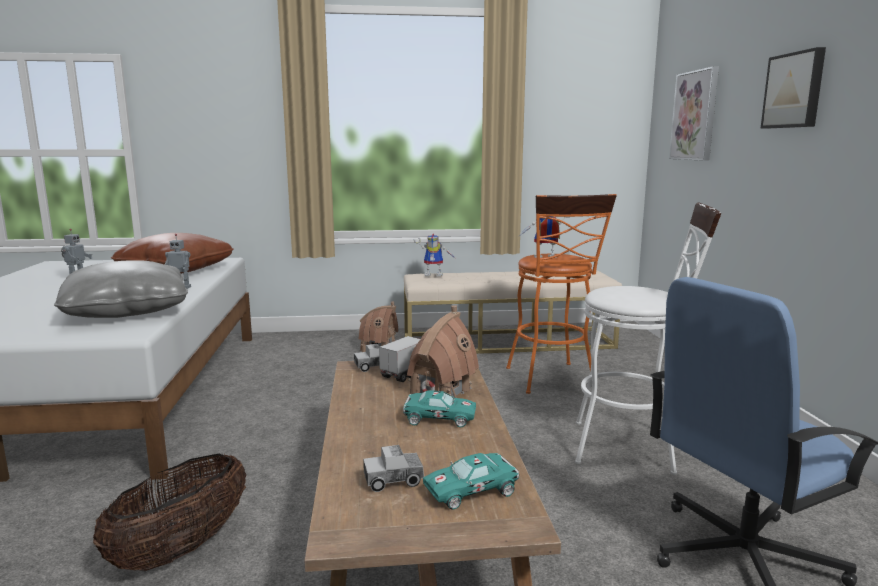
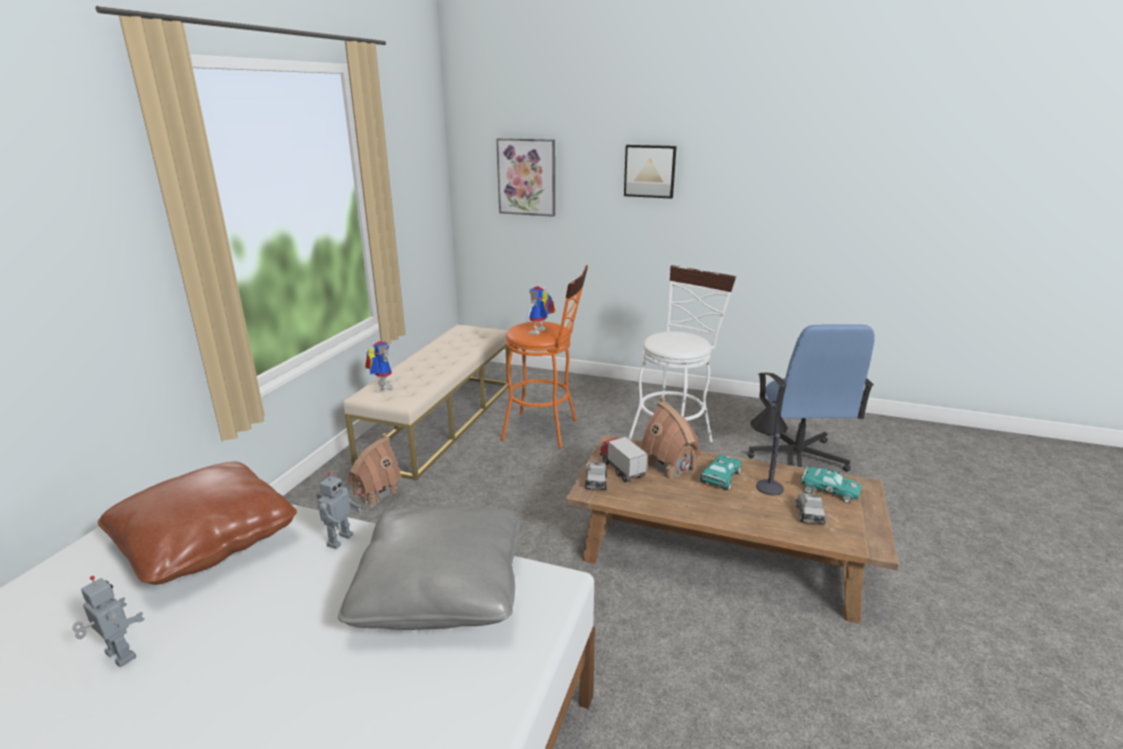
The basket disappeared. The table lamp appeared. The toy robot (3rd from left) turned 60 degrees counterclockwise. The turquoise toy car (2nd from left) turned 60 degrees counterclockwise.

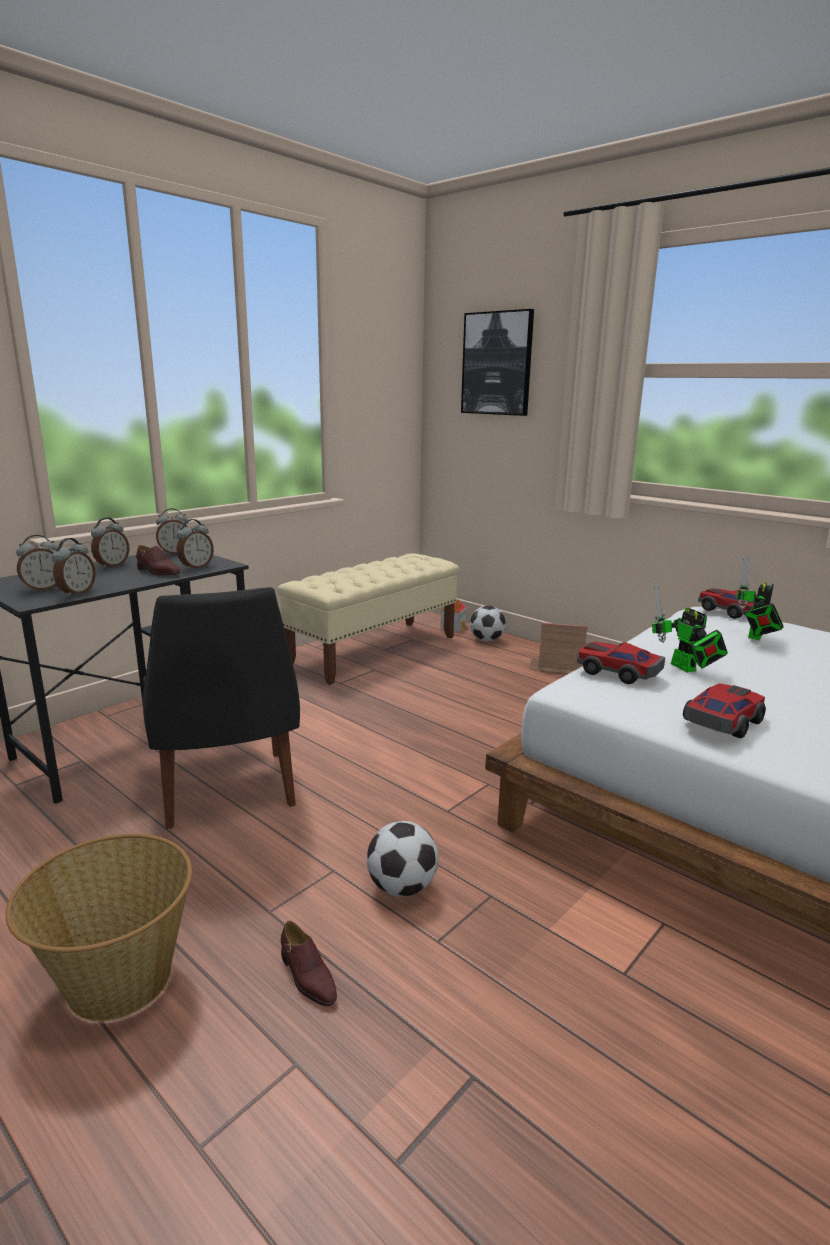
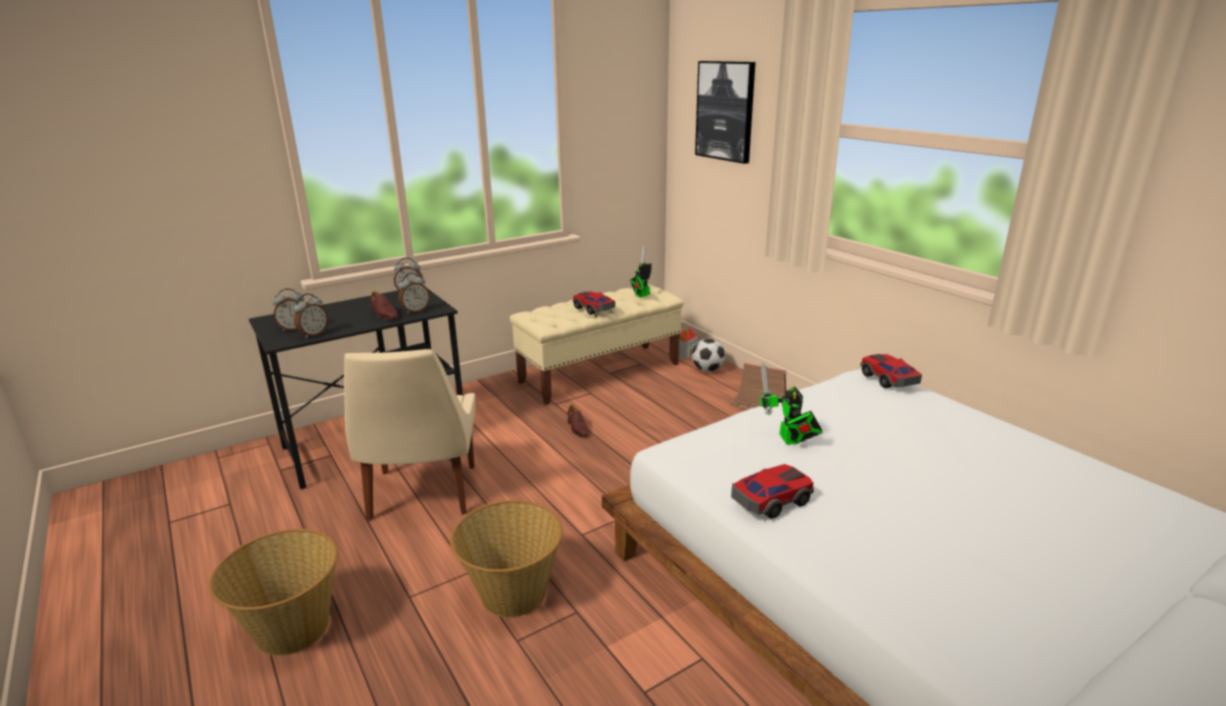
The alarm clock (3rd from left) disappeared. The brown shoe (2nd from left) moved. The toy car (1st from left) moved. The toy robot (2nd from left in the first image) moved. The football (1st from left) was replaced by the basket (2nd from left). The black chair became the beige chair.

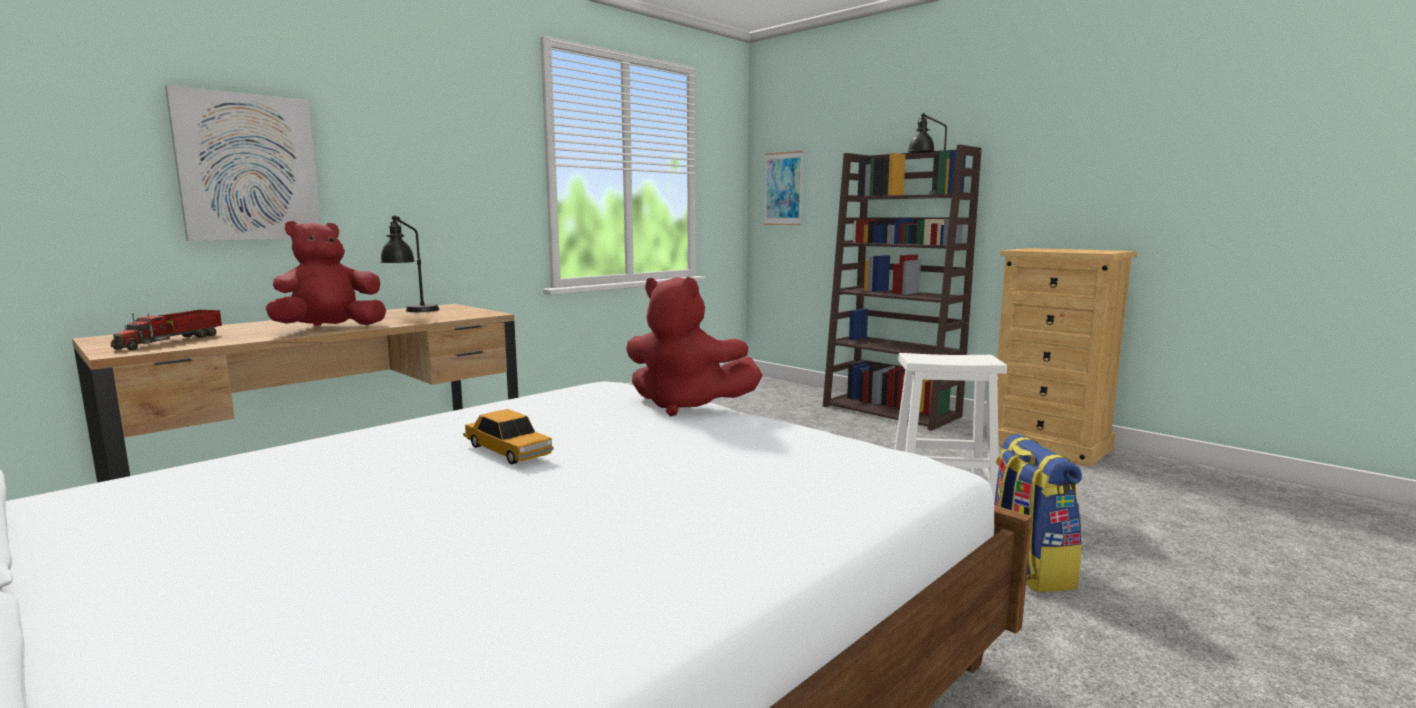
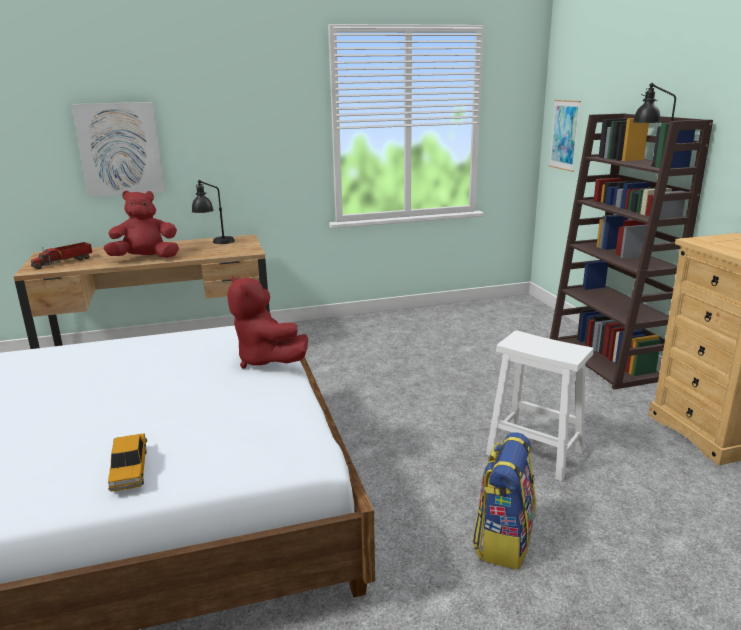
The toy car moved.

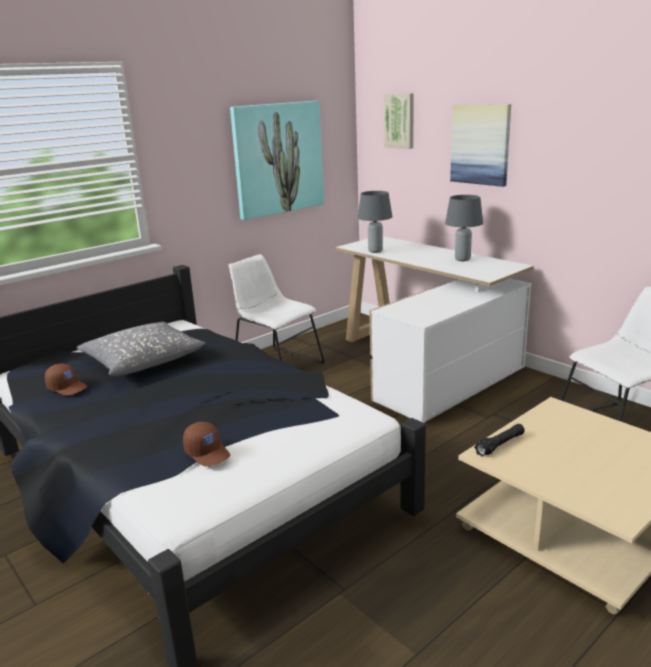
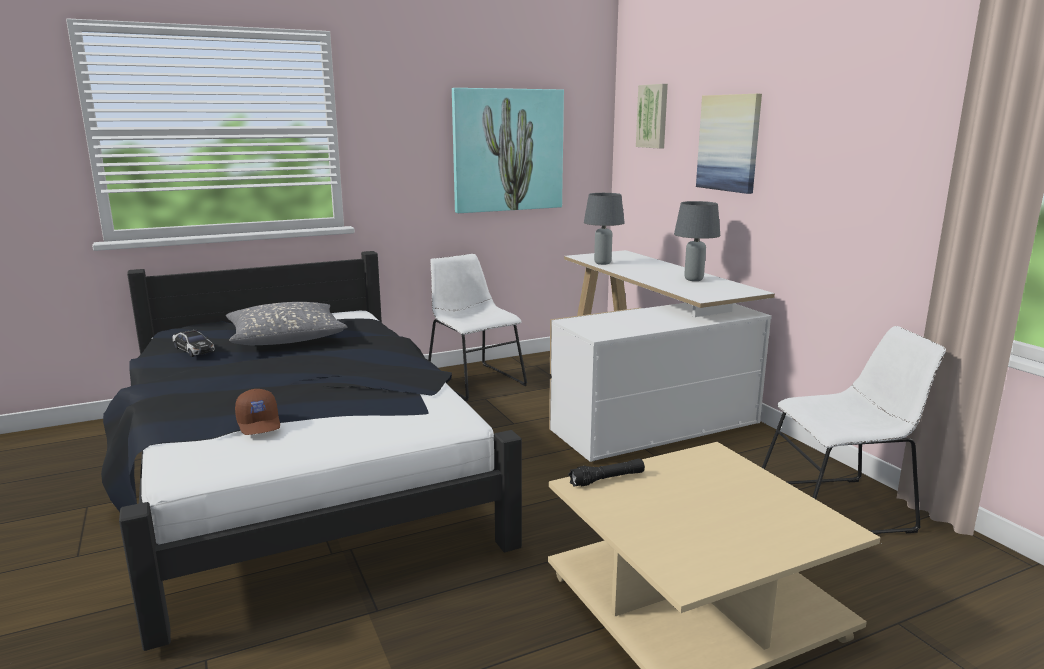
The brown cap (1st from left) was replaced by the toy car.

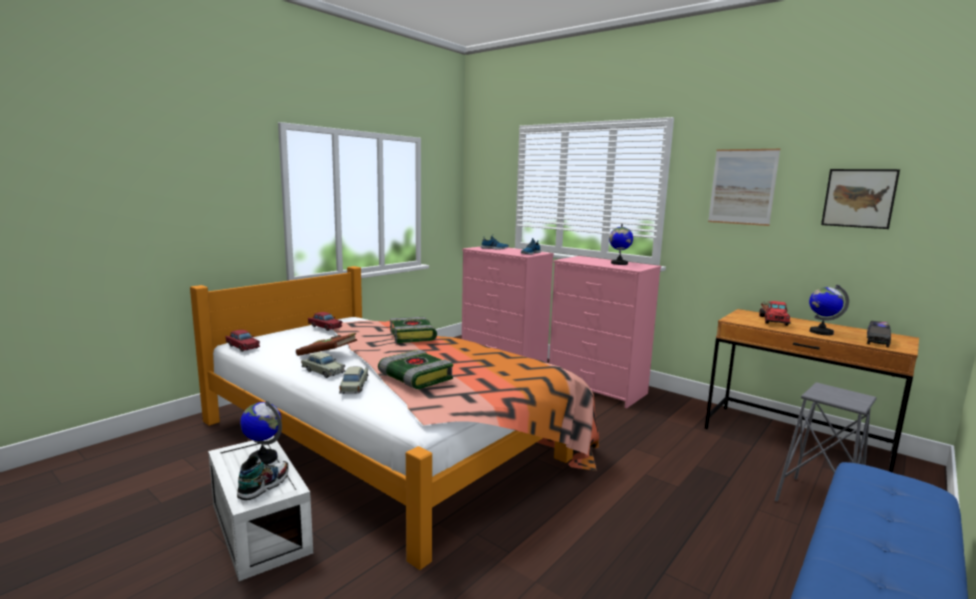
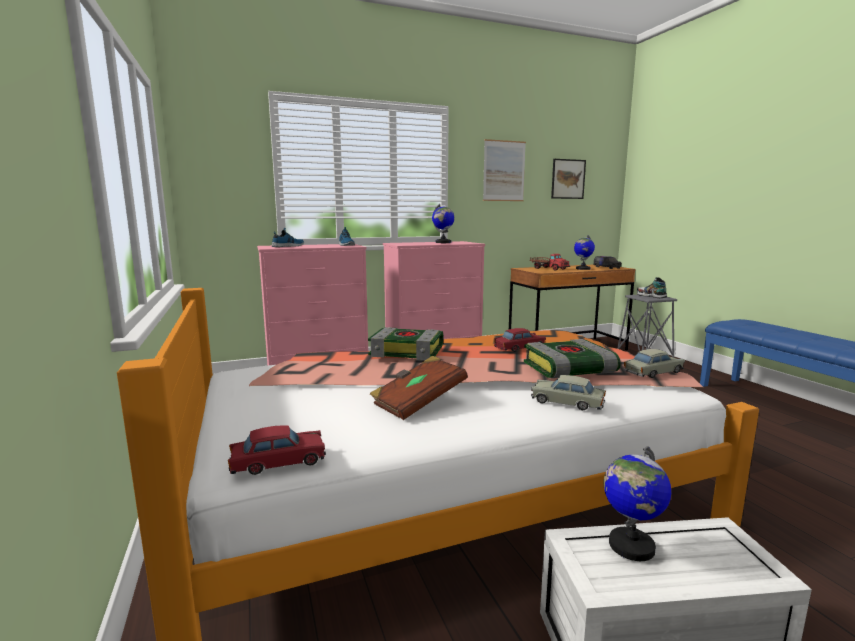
The shoe (1st from left in the first image) moved. The beige toy car (1st from left in the first image) moved. The red toy car (2nd from left) moved.

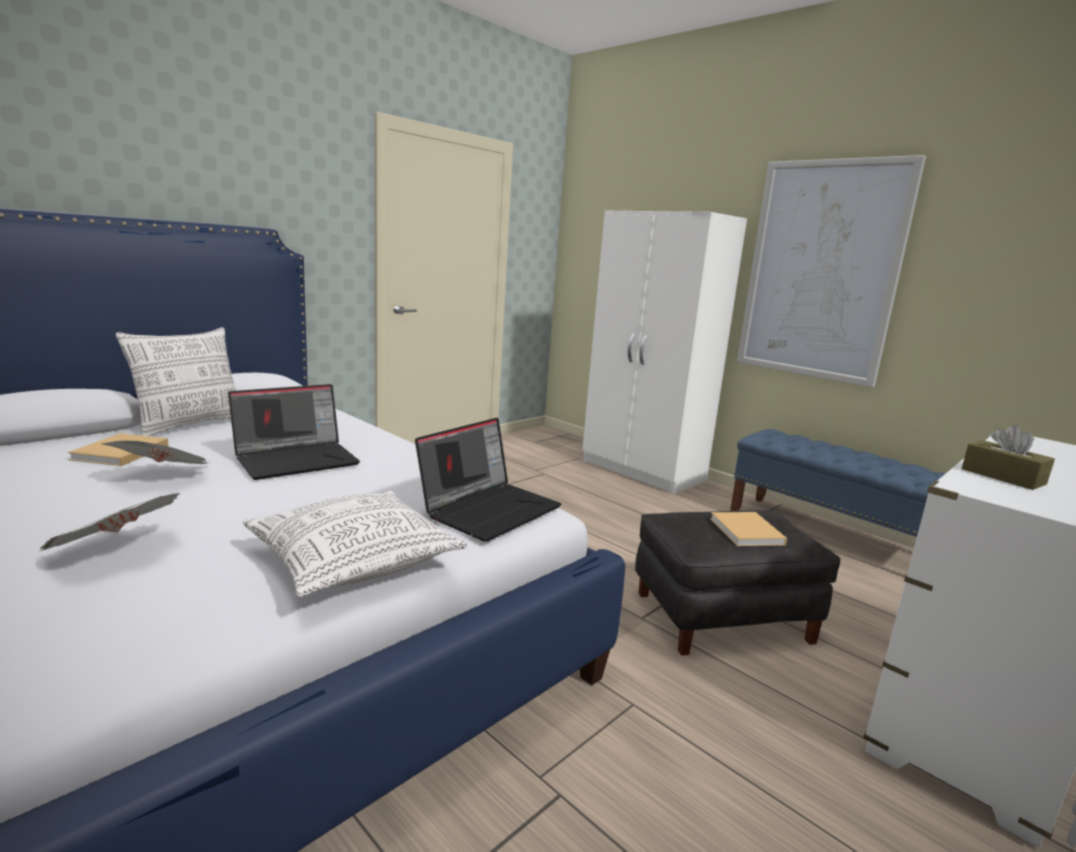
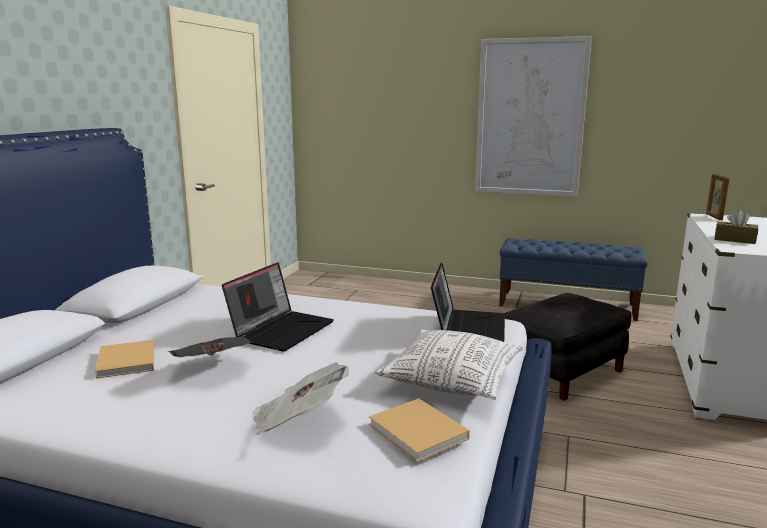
The pillow (1st from left) disappeared. The white wardrobe disappeared. The picture frame appeared. The beige book (2nd from left) moved.

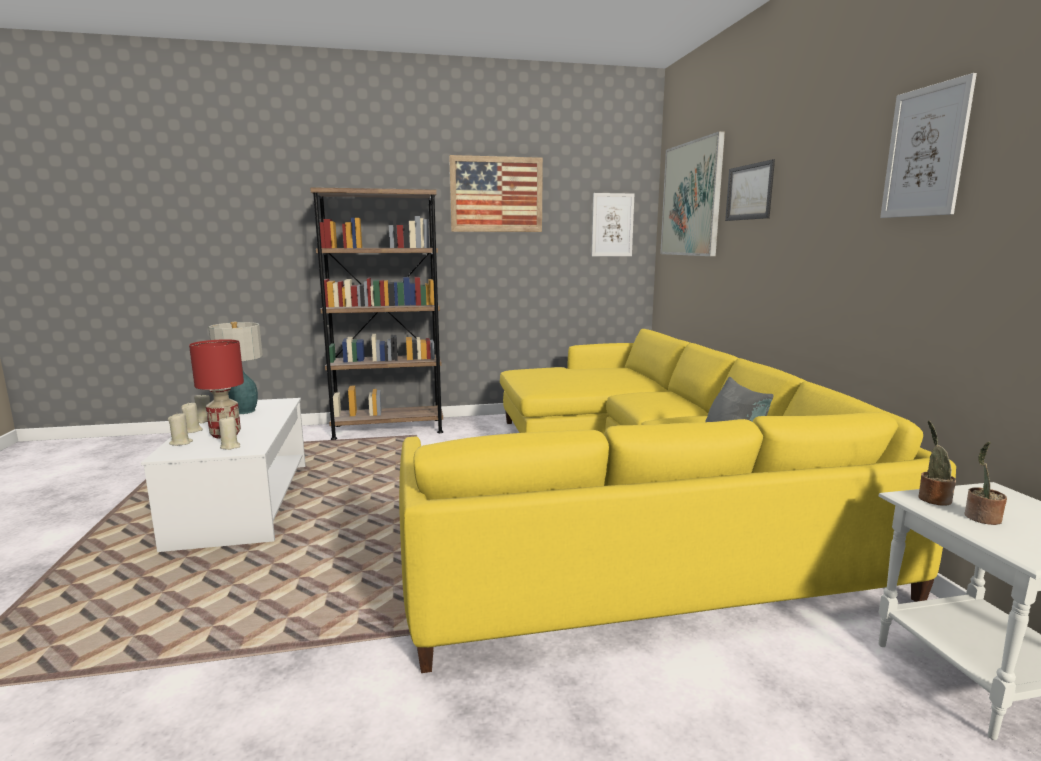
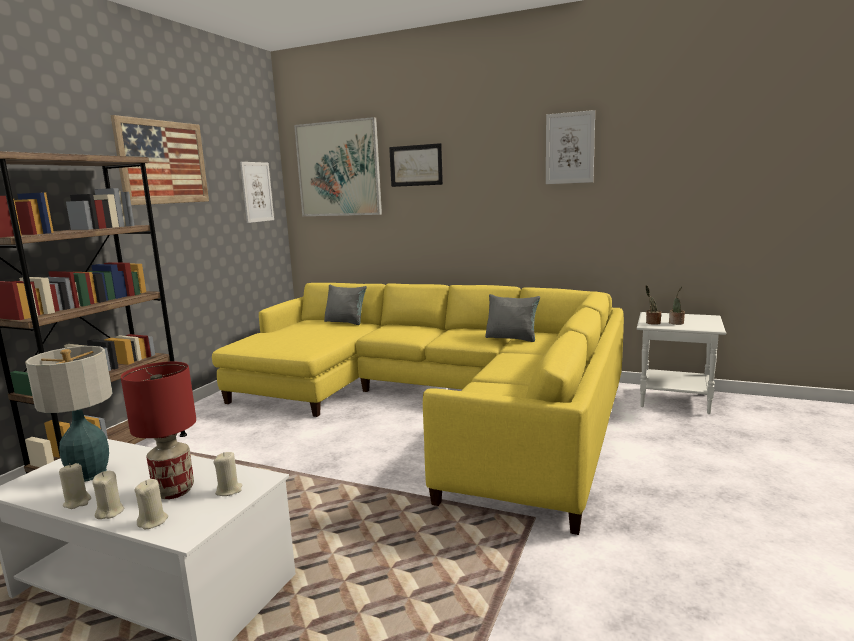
The grey pillow (1st from left) appeared.

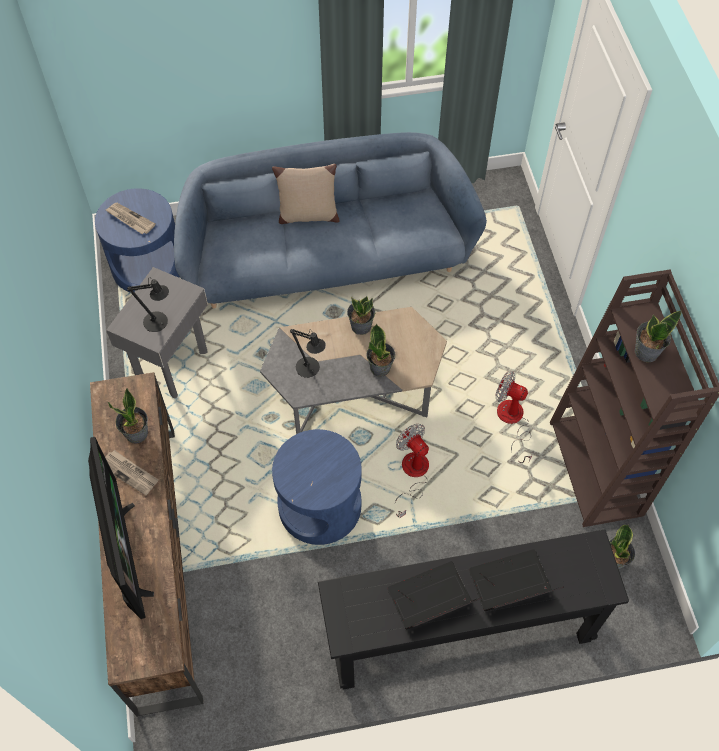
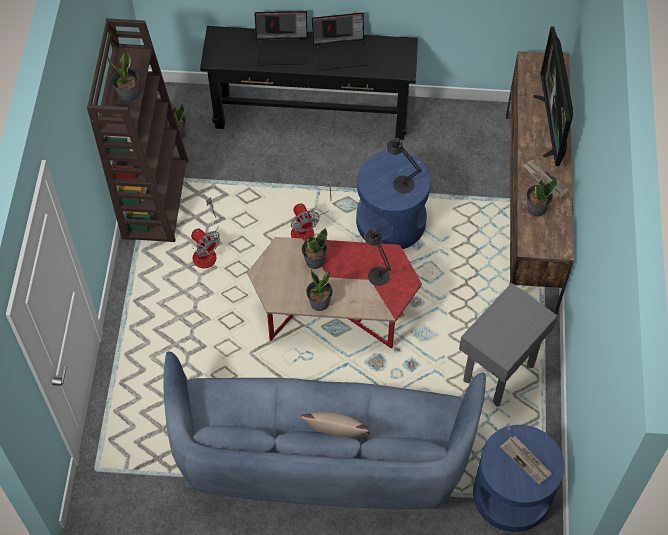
The black table lamp (1st from left in the first image) moved. The grey coffee table became the red coffee table.

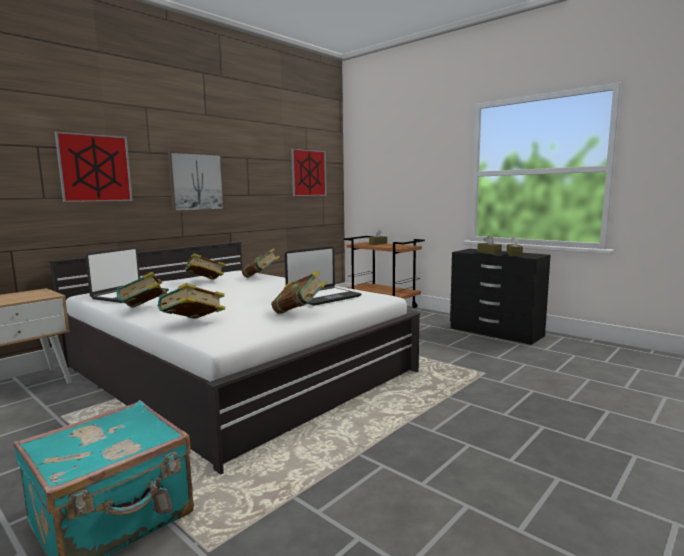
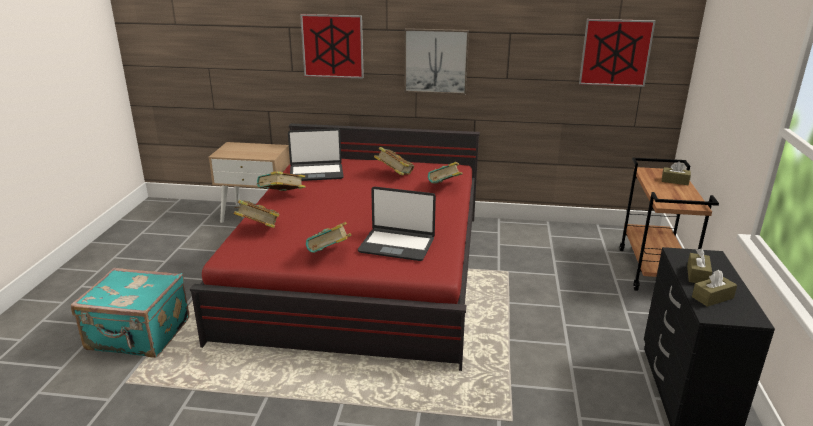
The white bed became the red bed.

